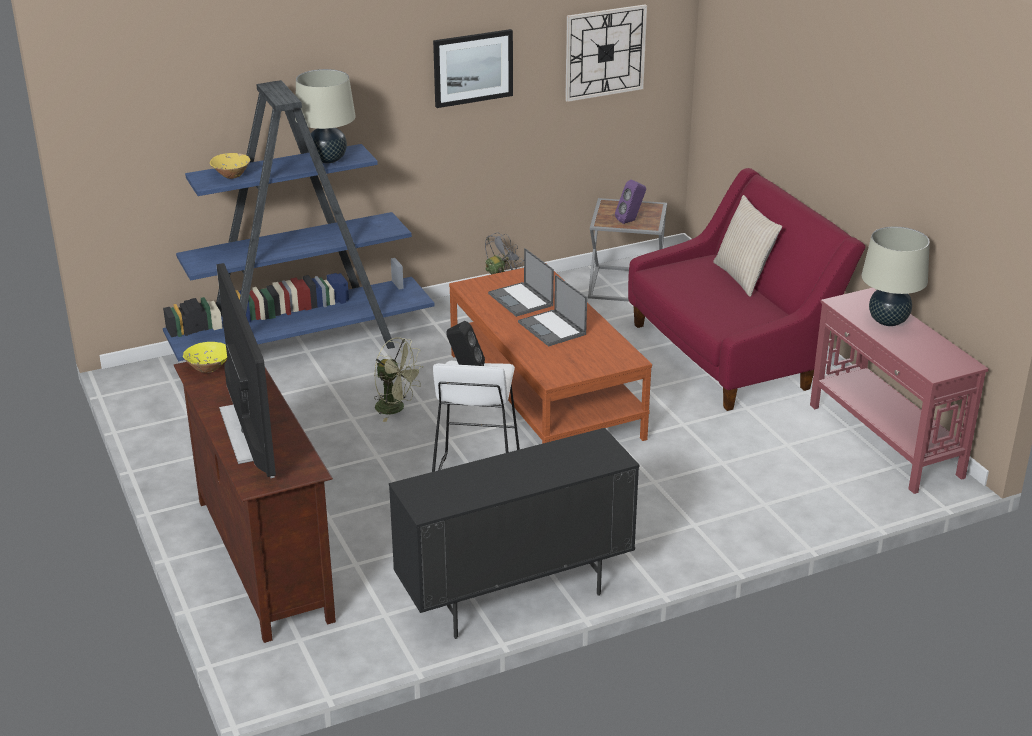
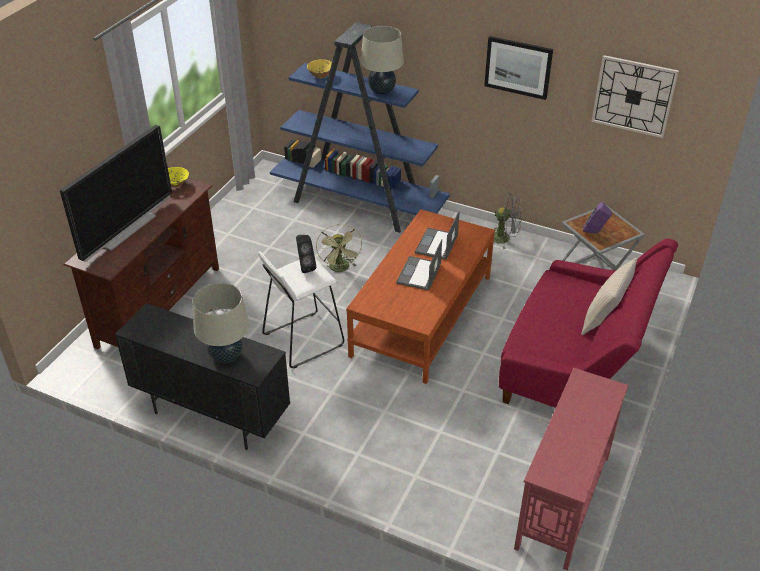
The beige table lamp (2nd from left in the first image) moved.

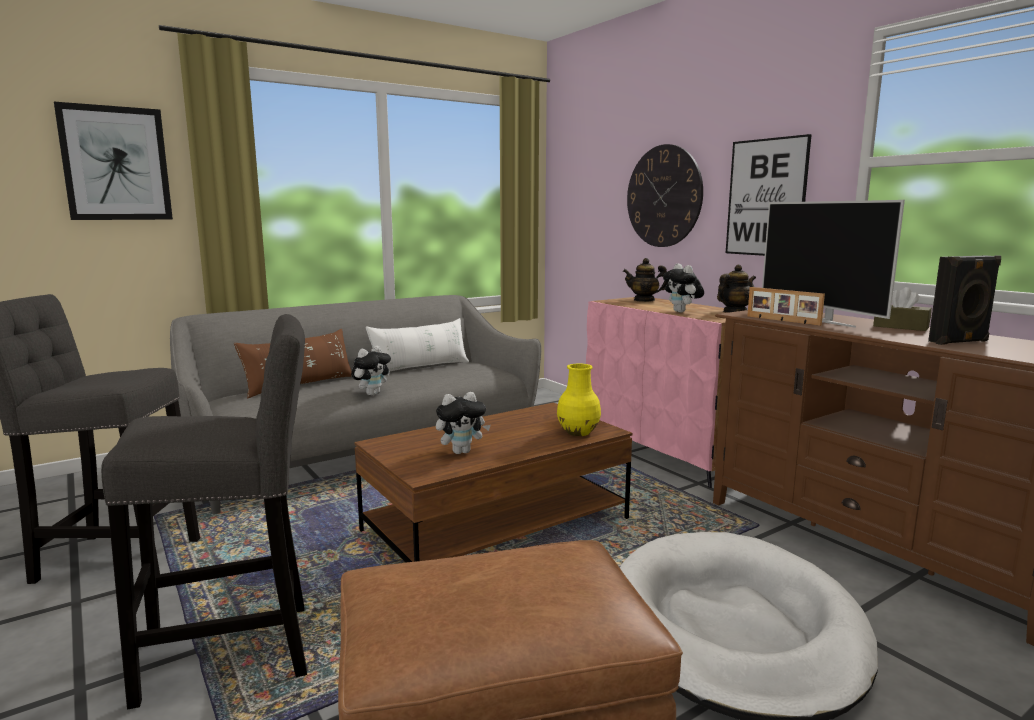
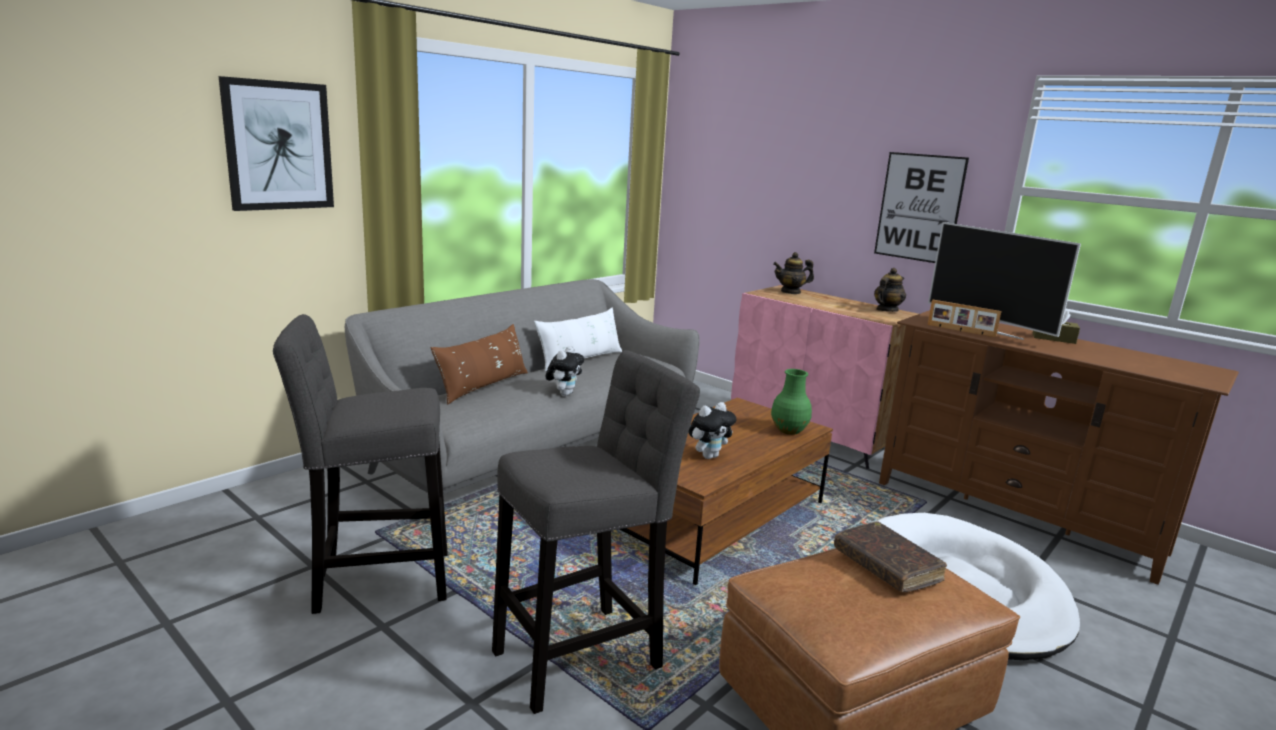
The wall clock disappeared. The plush toy (3rd from left) disappeared. The black speaker disappeared. The brown book appeared. The yellow vase became the green vase.

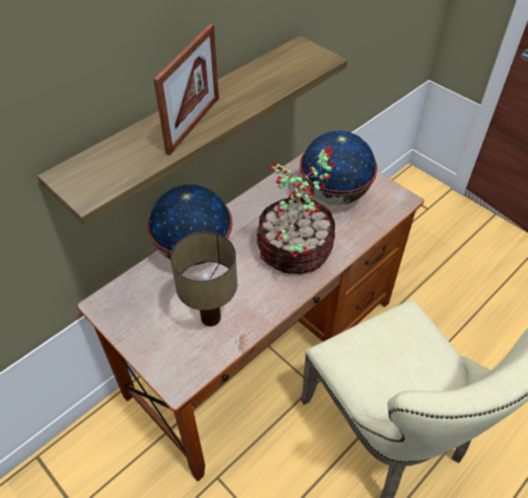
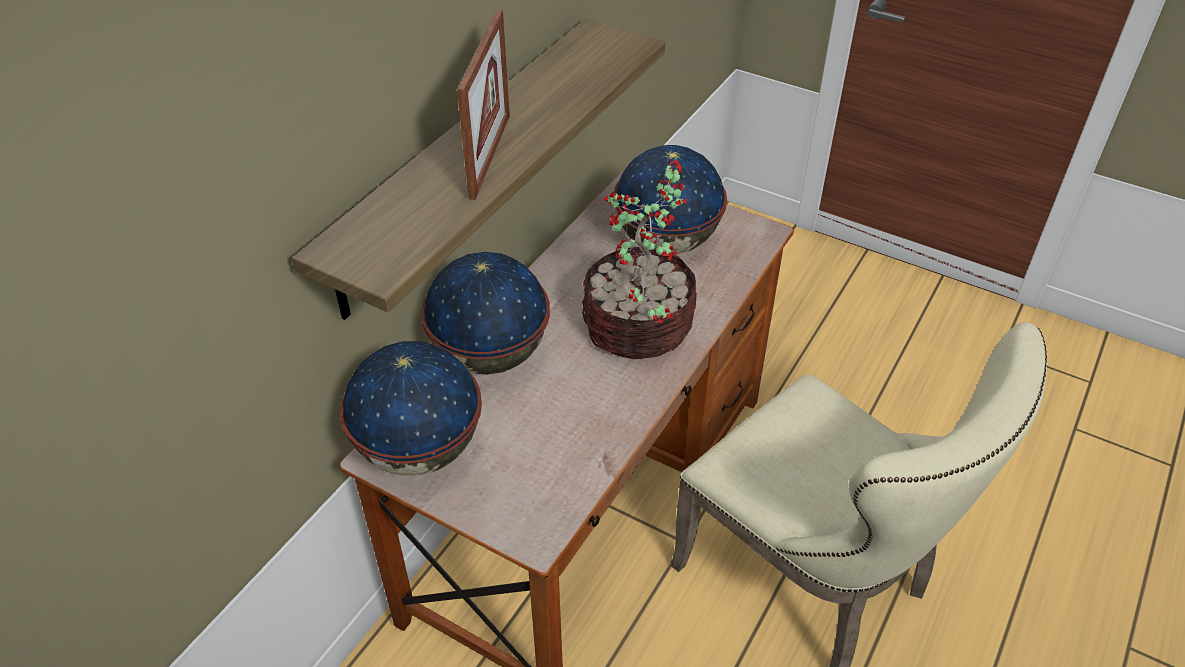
The table lamp disappeared. The globe (1st from left) appeared.

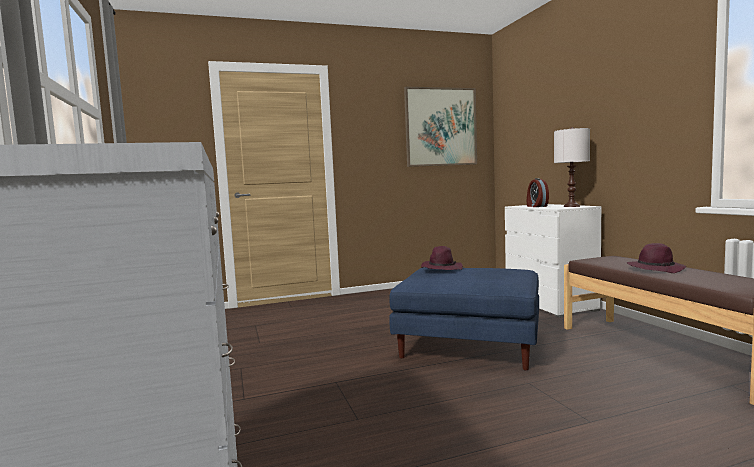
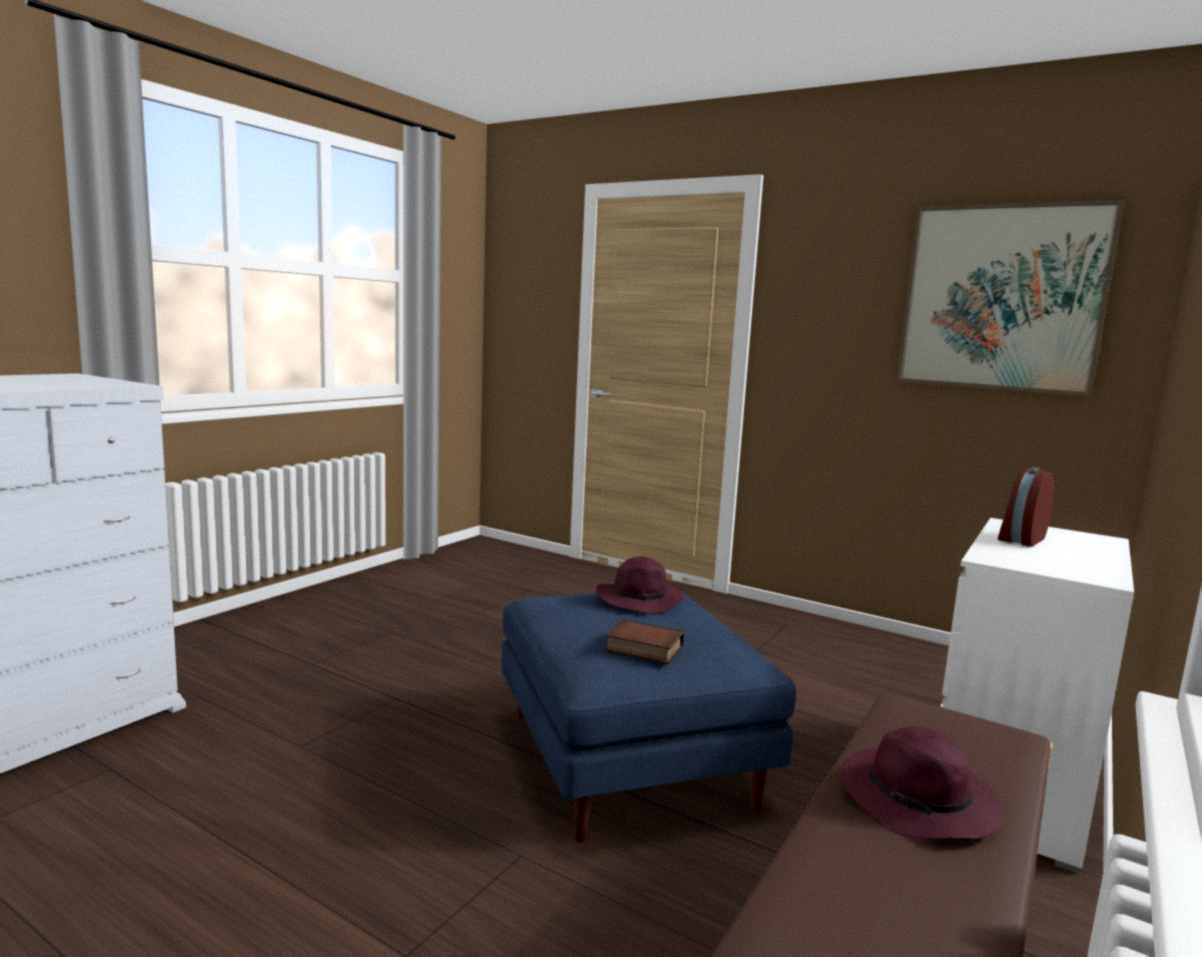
The white table lamp disappeared. The book appeared.

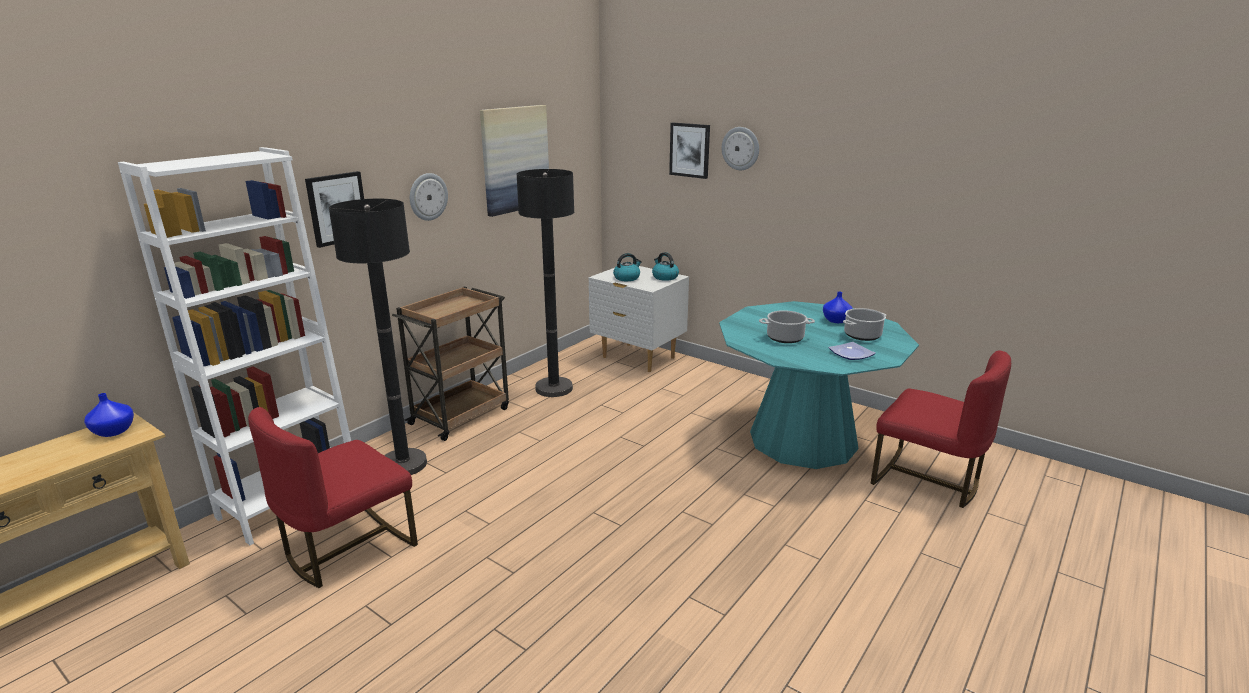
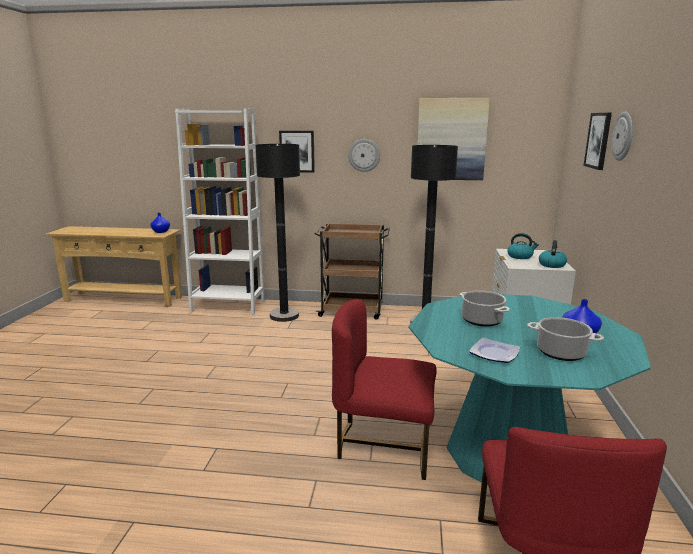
The red chair (1st from left) moved.

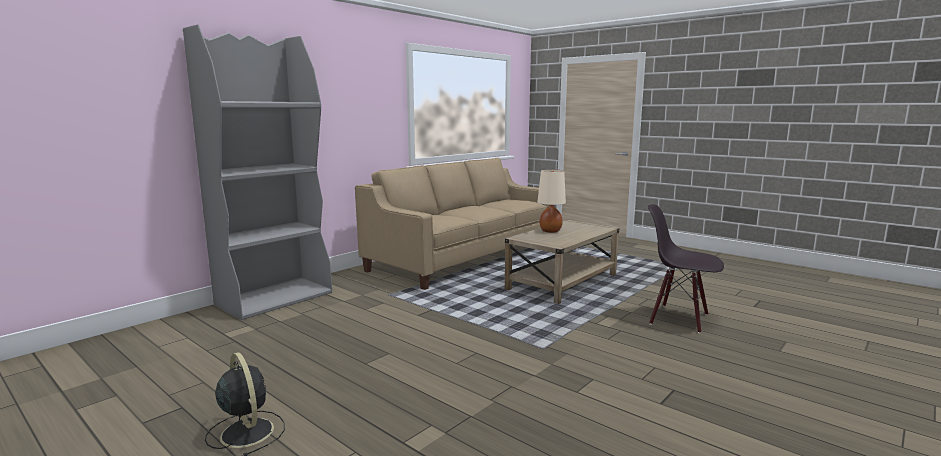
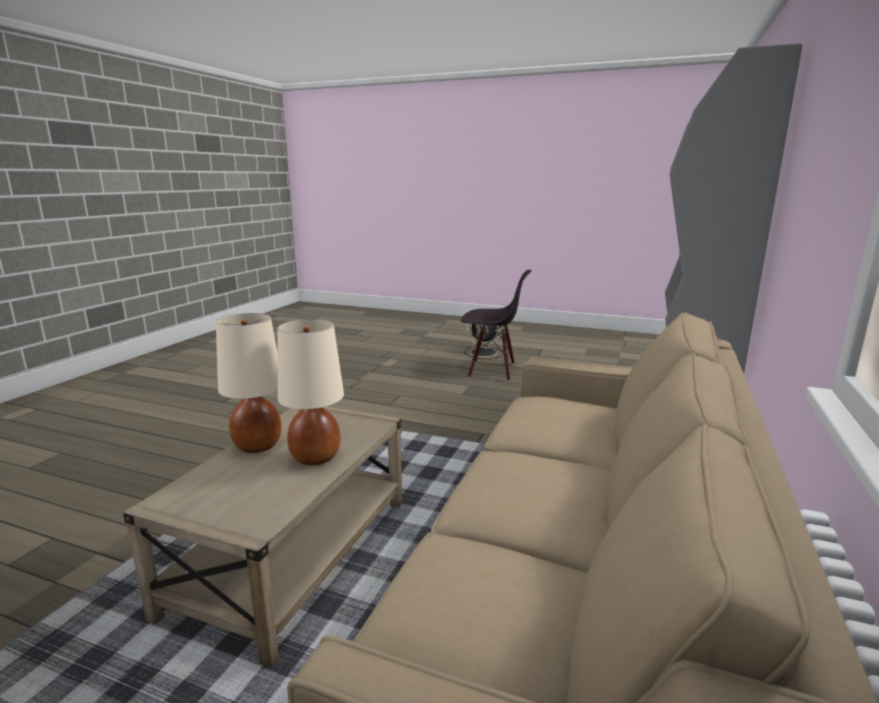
The beige table lamp (1st from left) appeared. The black chair moved.

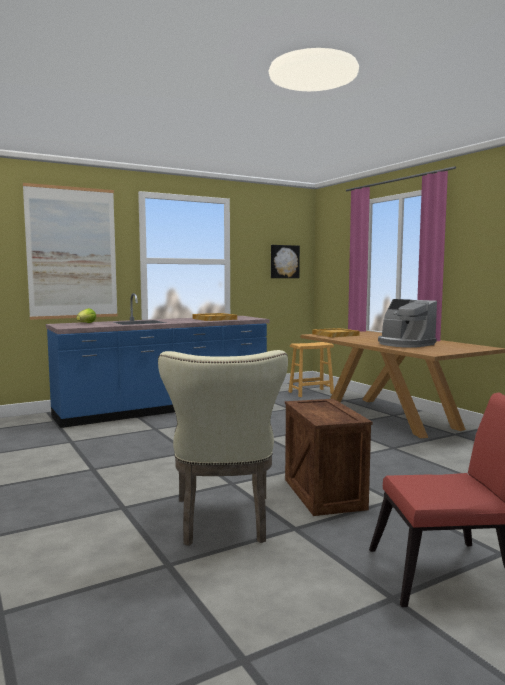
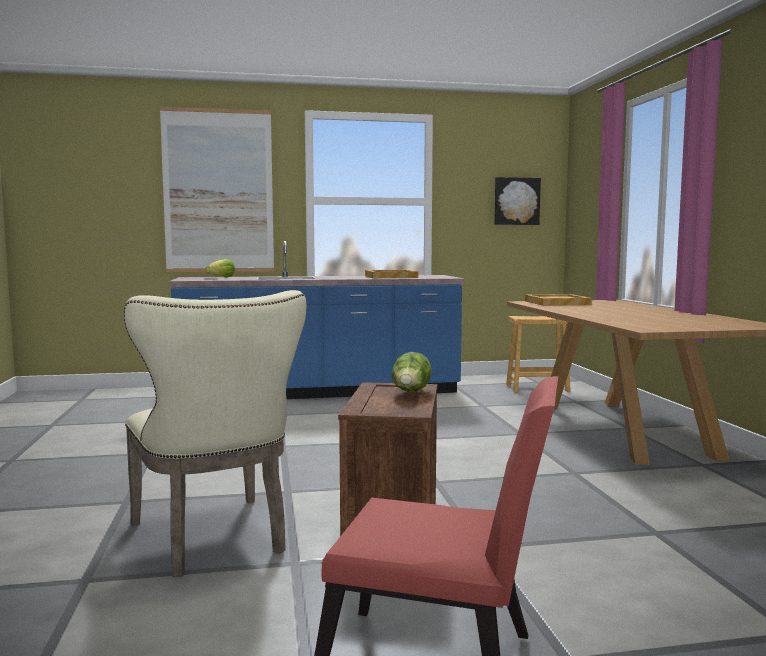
The coffee machine disappeared. The lettuce (2nd from left) appeared. The beige chair turned 45 degrees counterclockwise.

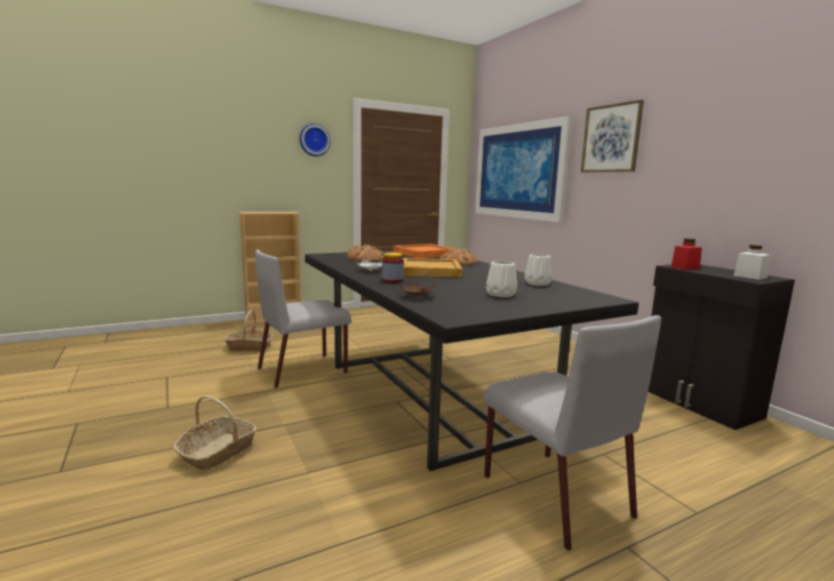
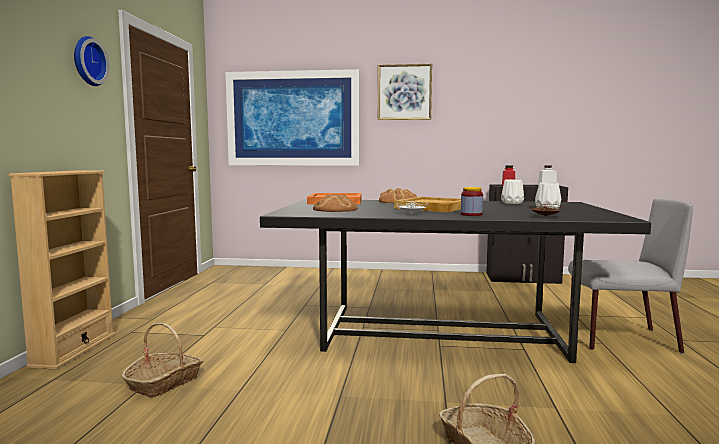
The grey chair (1st from left) disappeared.

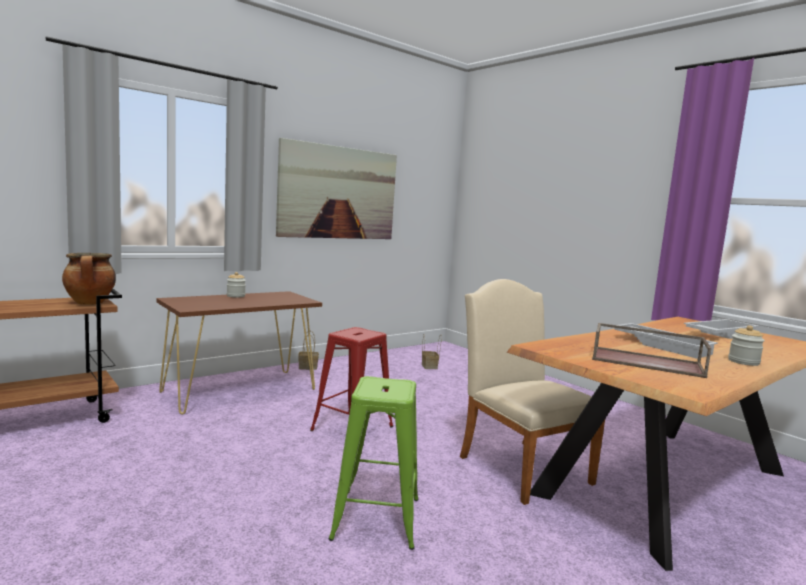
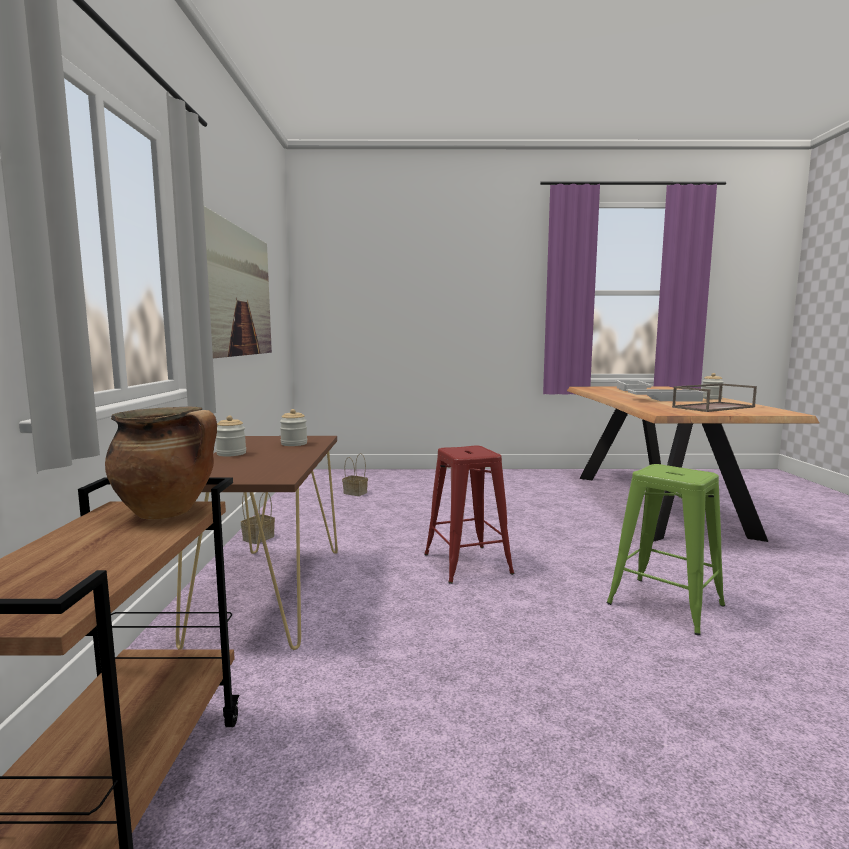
The beige chair disappeared. The jar (2nd from left) appeared.

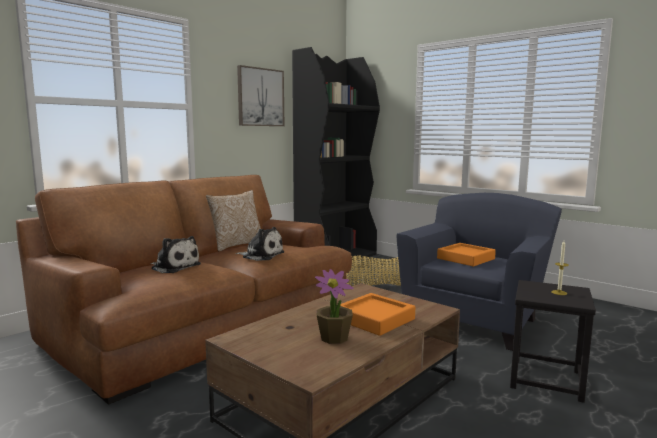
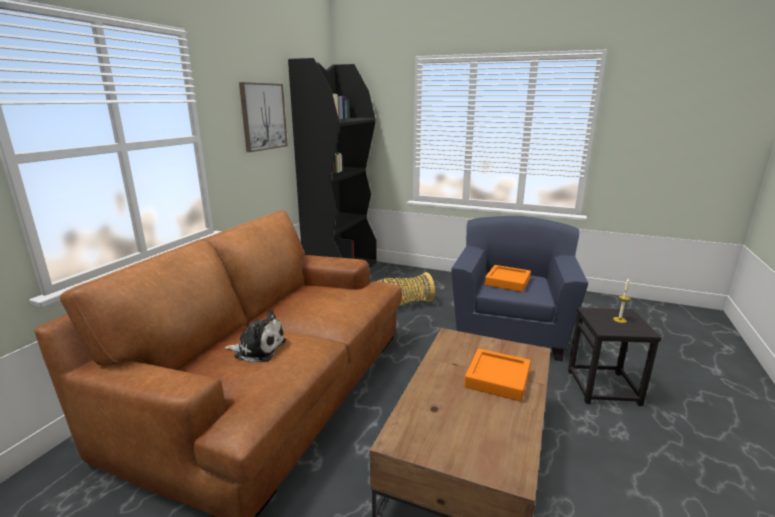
The pillow disappeared. The plush toy (2nd from left) disappeared. The potted plant disappeared.

